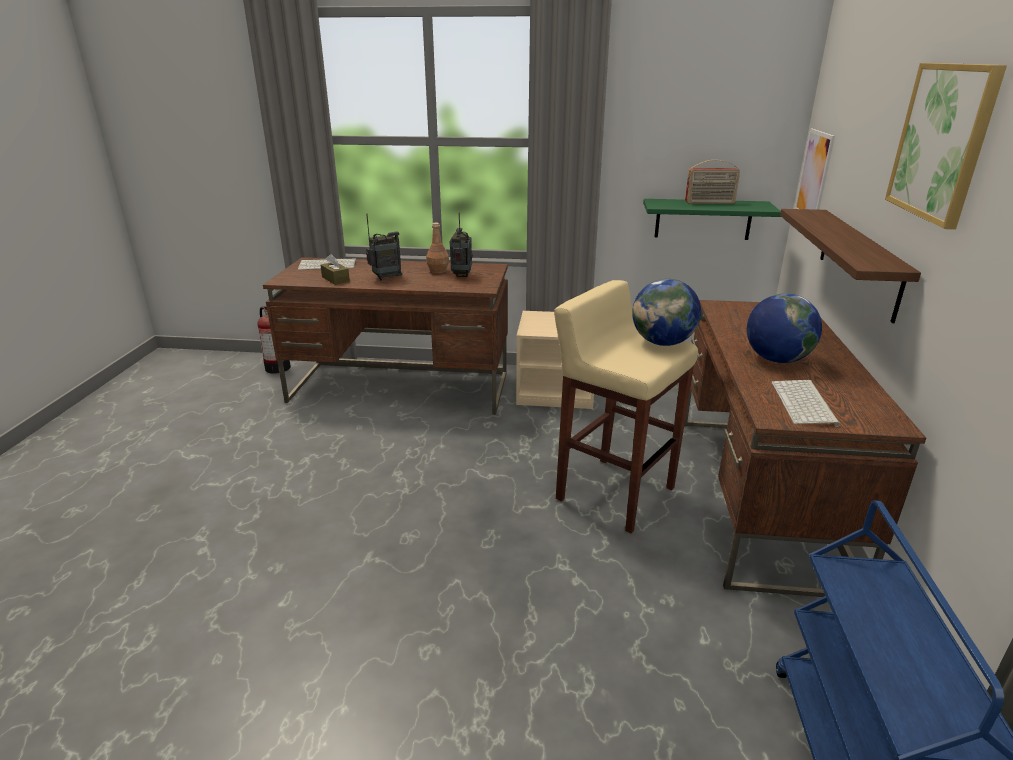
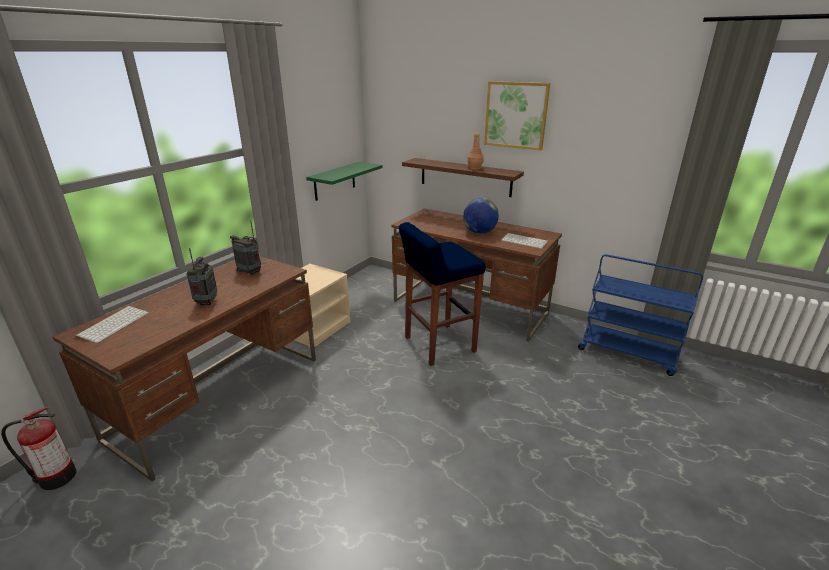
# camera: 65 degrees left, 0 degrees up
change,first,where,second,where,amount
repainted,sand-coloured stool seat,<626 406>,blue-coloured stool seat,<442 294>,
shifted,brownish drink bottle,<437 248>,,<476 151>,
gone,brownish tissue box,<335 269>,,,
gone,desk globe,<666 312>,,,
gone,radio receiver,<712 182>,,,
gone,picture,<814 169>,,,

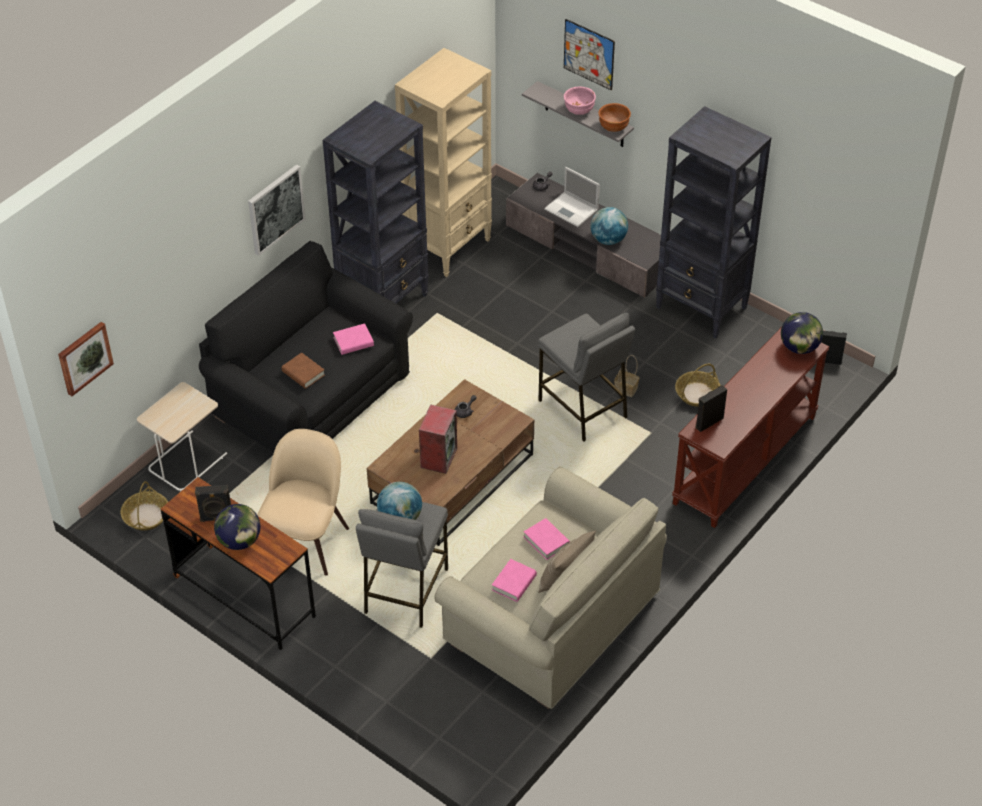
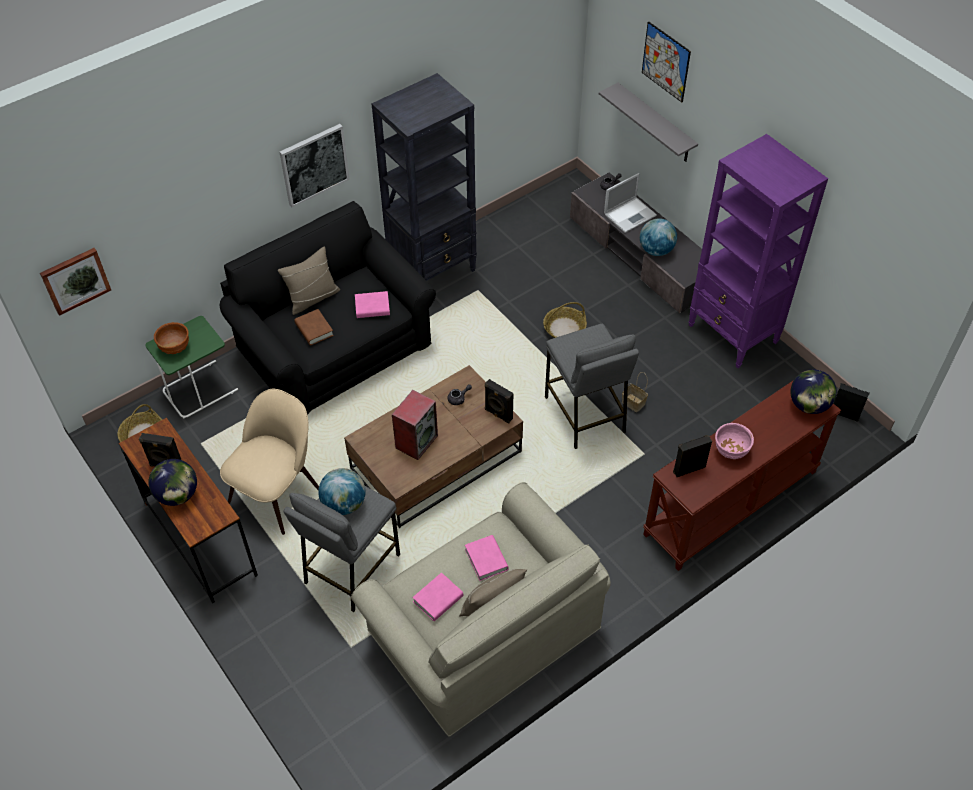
# camera: 15 degrees right, 5 degrees up
change,first,where,second,where,amount
repainted,sand-coloured side table,<182 436>,green side table,<191 367>,
shifted,brownish bowl,<614 117>,,<171 338>,
new,,,sand-coloured cushion,<309 280>,
new,,,blackish audio speaker,<499 401>,
shifted,basket,<698 385>,,<565 320>,
rotated,laptop,<572 197>,,<630 203>,90 degrees counterclockwise
repainted,blackish shelving unit,<714 222>,purplish shelving unit,<758 251>,
shifted,pink-coloured bowl,<580 101>,,<734 441>,
gone,sand-coloured shelving unit,<443 162>,,,

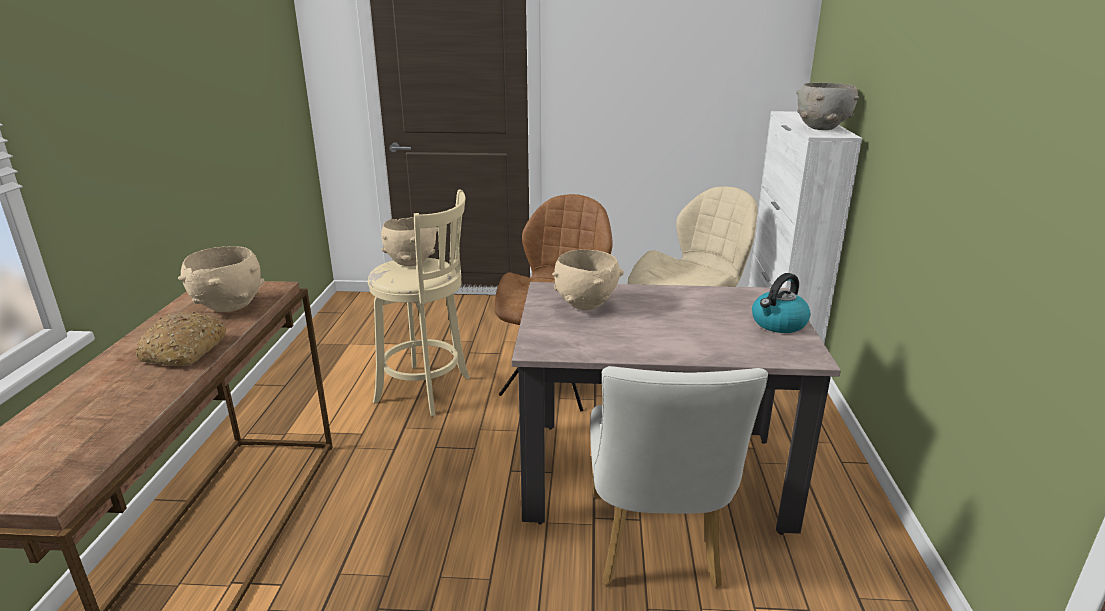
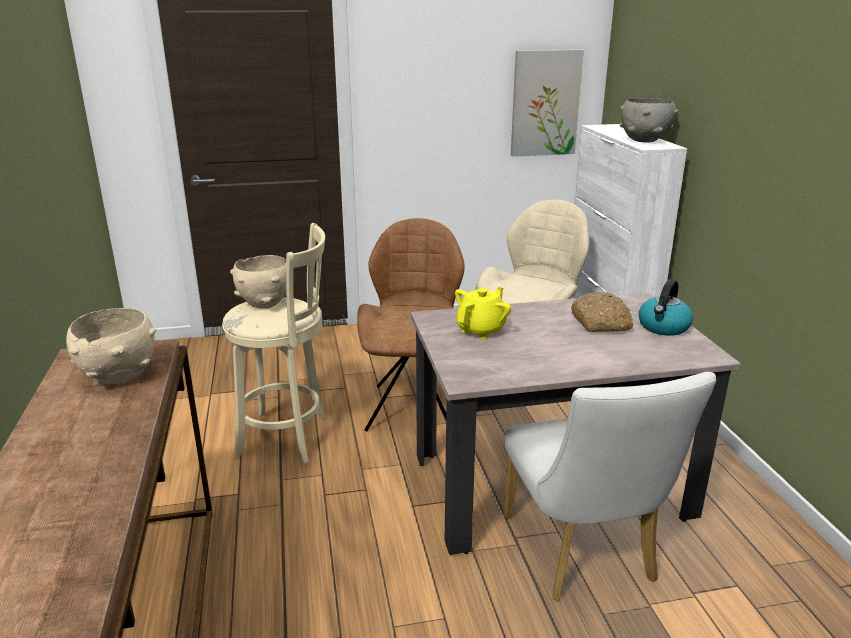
# camera: 15 degrees left, 0 degrees up
change,first,where,second,where,amount
swapped,sand-coloured bowl,<588 280>,yellowish tea pot,<483 313>,
new,,,picture,<547 103>,
shifted,bakery bread,<181 339>,,<602 312>,

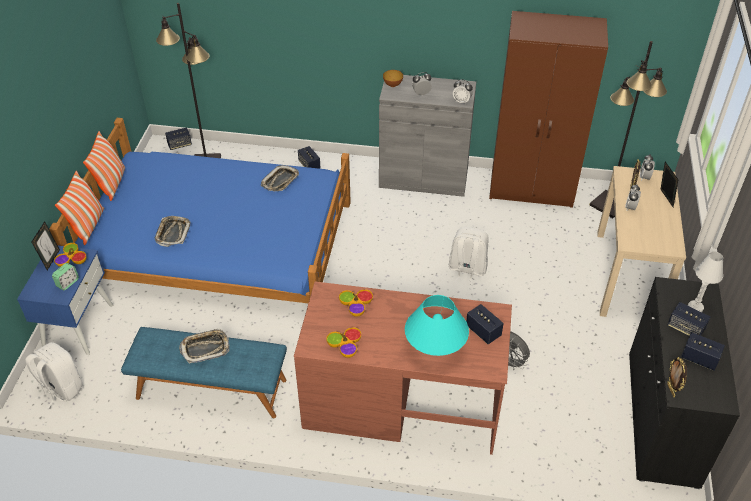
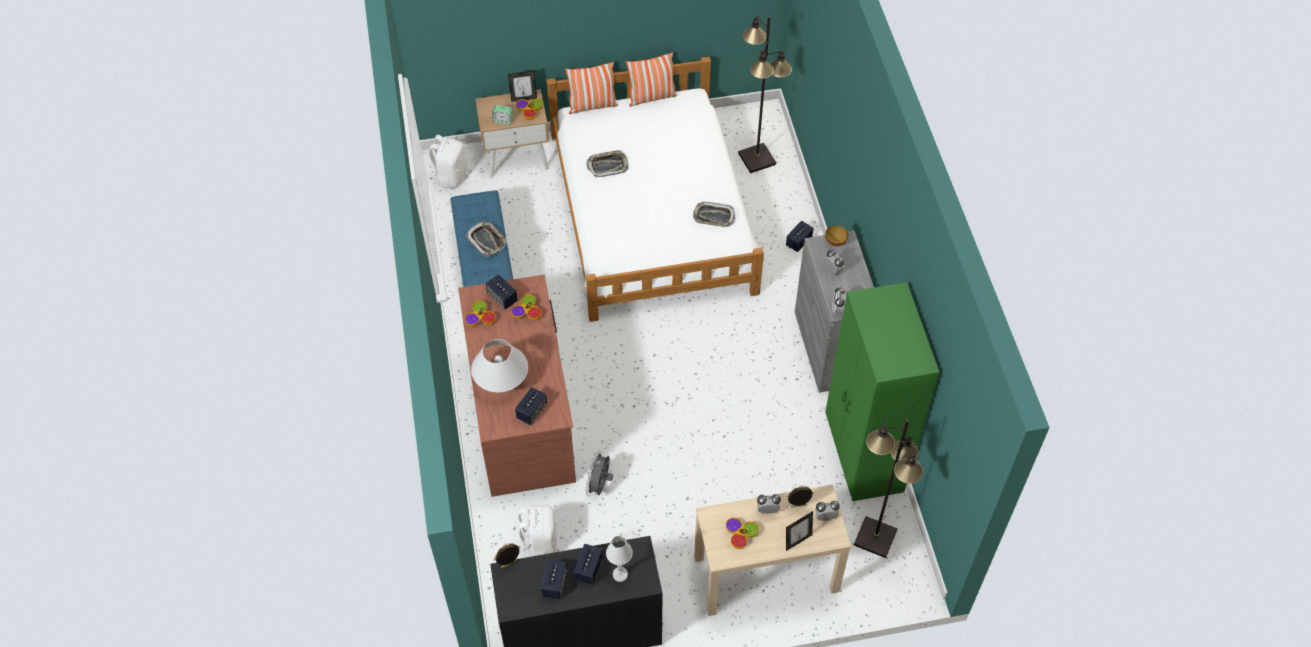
# camera: 70 degrees right, 10 degrees up
change,first,where,second,where,amount
repainted,turquoise-coloured table lamp,<437 325>,white table lamp,<499 365>,
repainted,blue-coloured night table,<65 300>,sand-coloured night table,<512 133>,
shifted,audio speaker,<178 139>,,<502 291>,
shifted,white rucksack,<469 256>,,<536 531>,
repainted,blue-coloured sleeping bed,<200 210>,white sleeping bed,<656 189>,
new,,,bowl,<742 533>,
repainted,brownish clothes cupboard,<548 109>,green clothes cupboard,<882 391>,

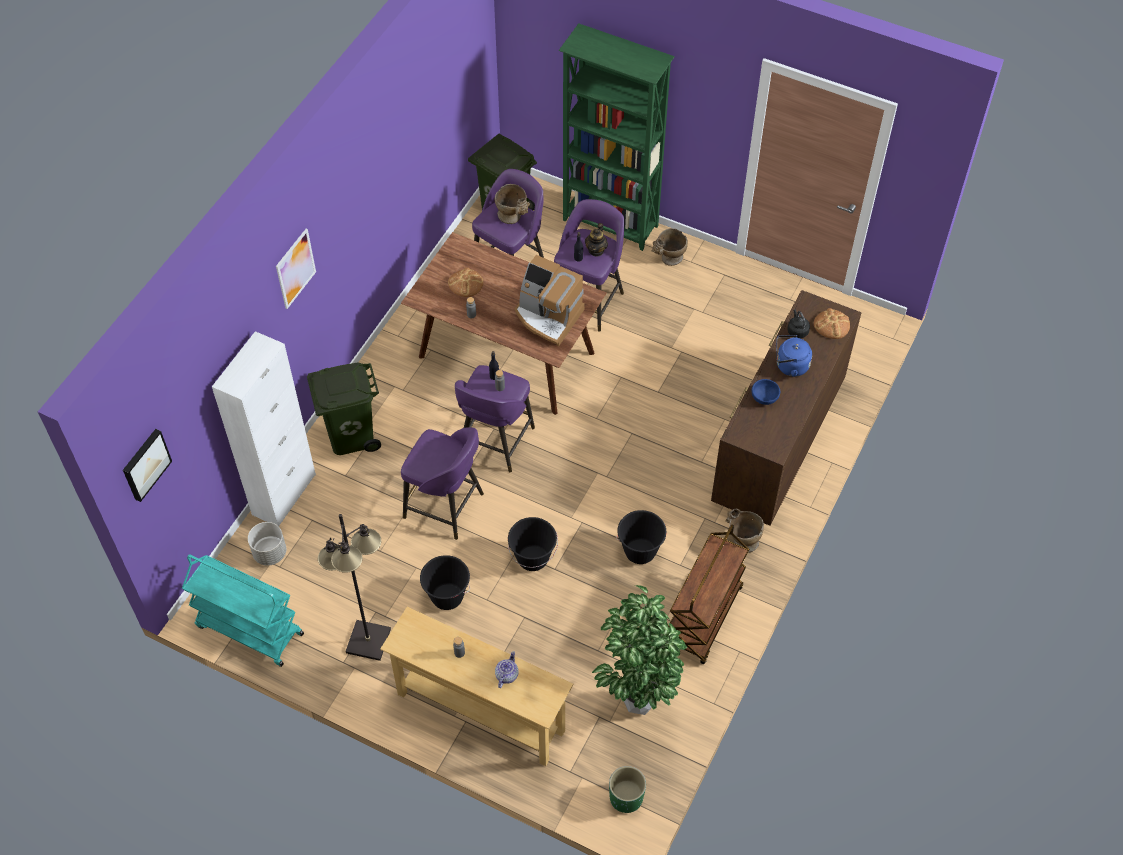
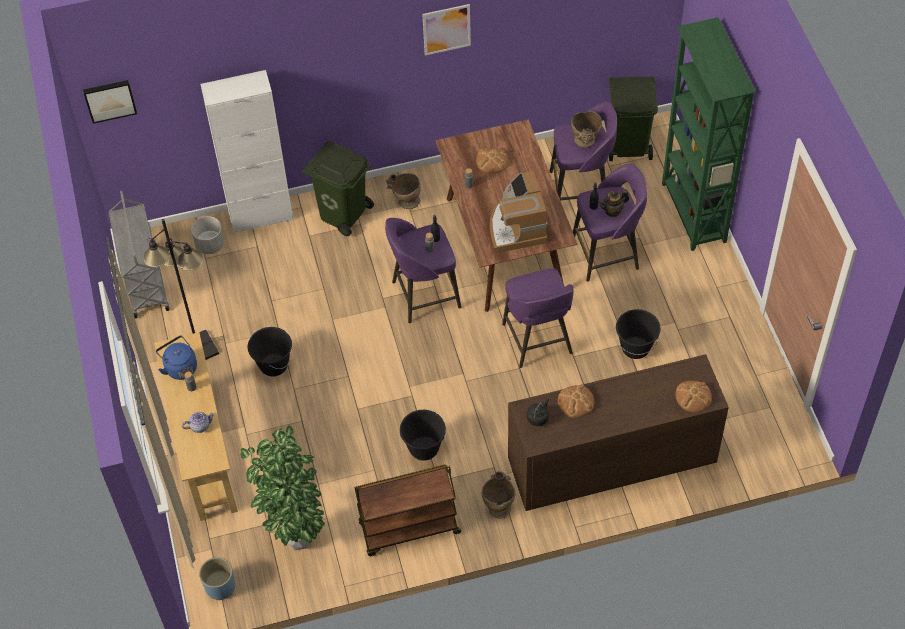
# camera: 50 degrees right, 0 degrees up
change,first,where,second,where,amount
repainted,turquoise-coloured wheeled cart,<243 610>,gray wheeled cart,<139 254>,
shifted,blue-coloured kettle,<794 356>,,<176 358>,
repainted,green planter,<627 789>,blue-coloured planter,<217 578>,
shifted,sand-coloured flower vase,<670 247>,,<403 191>,
shifted,picture,<296 268>,,<446 29>,
shifted,purplish stool seat,<442 483>,,<538 318>,
shifted,blackish kettle,<798 323>,,<538 412>,
swapped,blue-coloured bowl,<765 392>,bakery bread,<576 401>,
shifted,blackish bucket,<533 544>,,<637 334>,

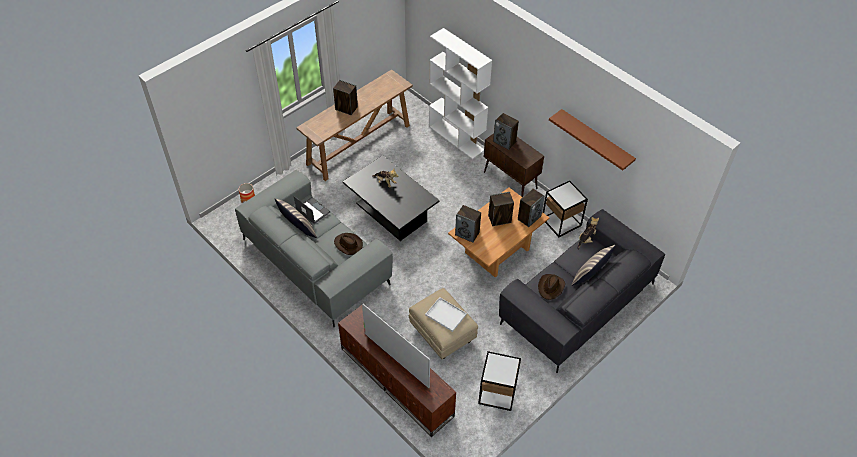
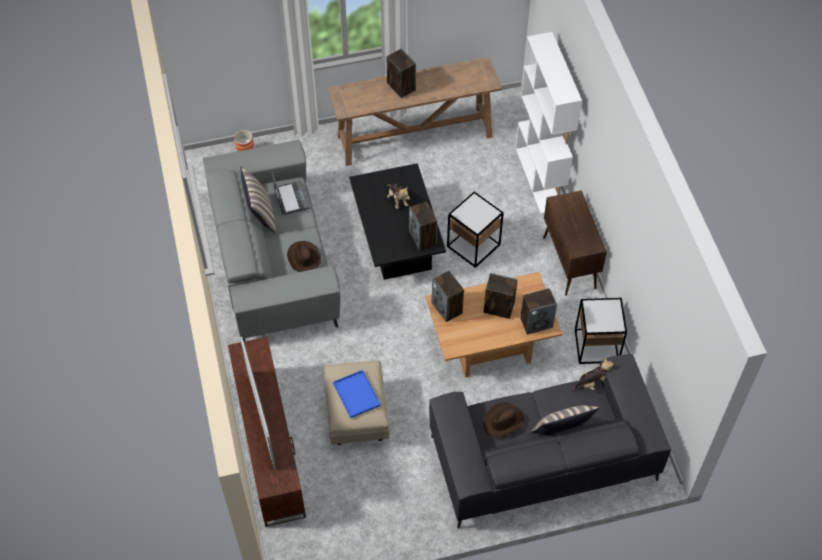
# camera: 30 degrees right, 5 degrees up
change,first,where,second,where,amount
repainted,white carrying tray,<446 314>,blue-coloured carrying tray,<357 394>,
shifted,audio speaker,<506 131>,,<423 226>,
shifted,side table,<499 381>,,<475 230>,
gone,brownish wall shelf,<592 140>,,,

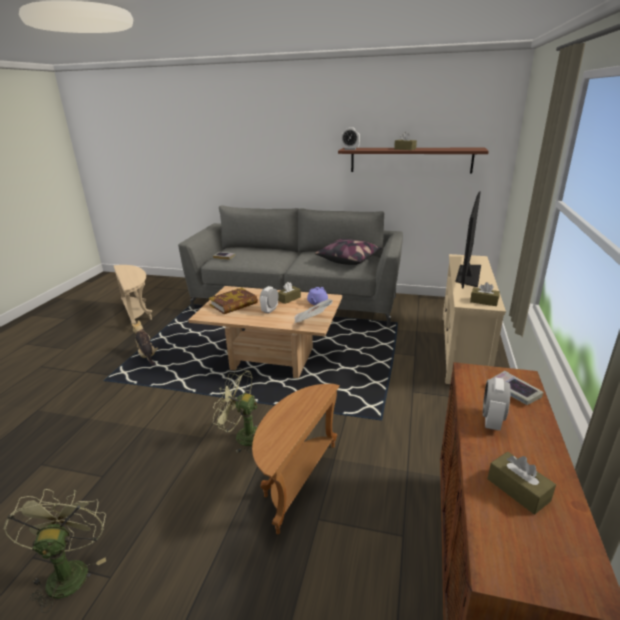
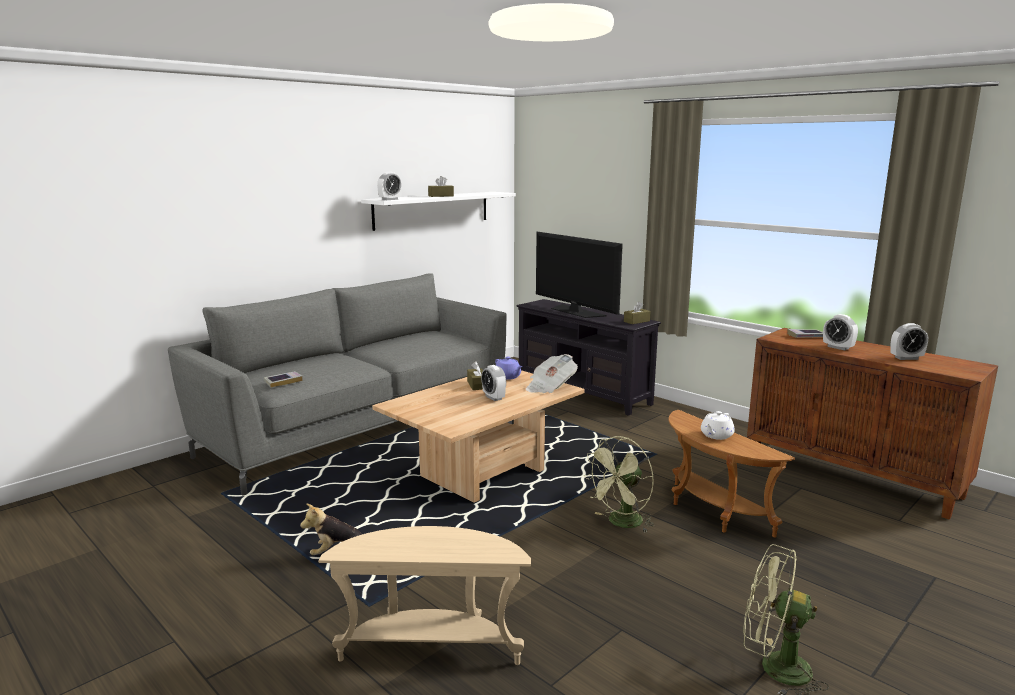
# camera: 60 degrees left, 10 degrees down
change,first,where,second,where,amount
shifted,sand-coloured side table,<133 294>,,<424 595>,
repainted,brownish wall shelf,<413 161>,white wall shelf,<438 211>,
repainted,sand-coloured tv stand,<474 319>,blackish tv stand,<589 357>,
new,,,white tea pot,<718 425>,
swapped,brownish tissue box,<521 483>,table clock,<909 341>,
gone,book,<233 301>,,,
gone,cushion,<348 252>,,,

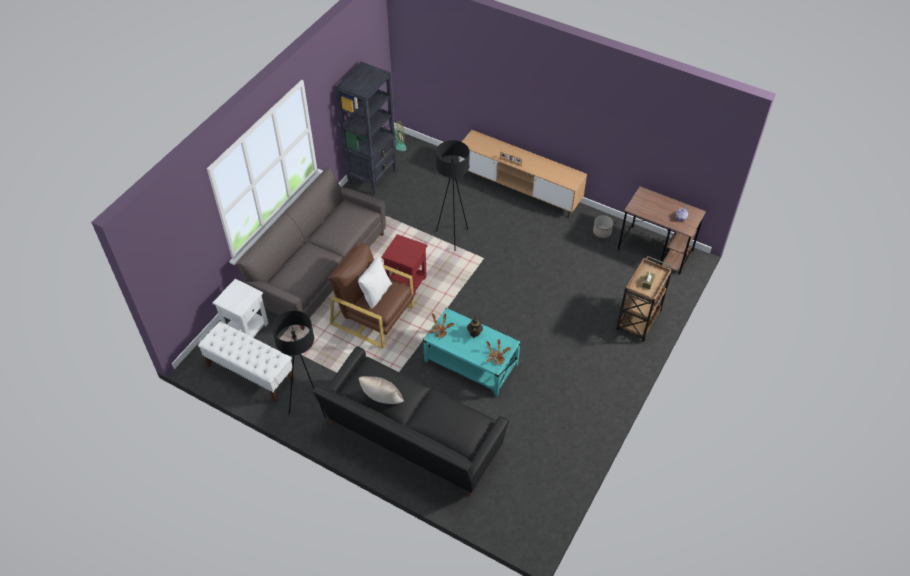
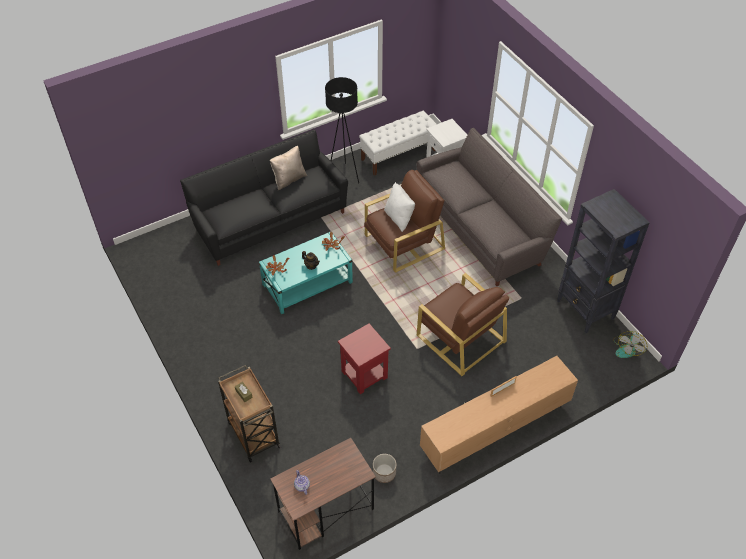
# camera: 120 degrees right, 0 degrees up
change,first,where,second,where,amount
shifted,red side table,<404 265>,,<364 358>,
swapped,blackish standing lamp,<453 195>,brownish easy chair,<463 324>,

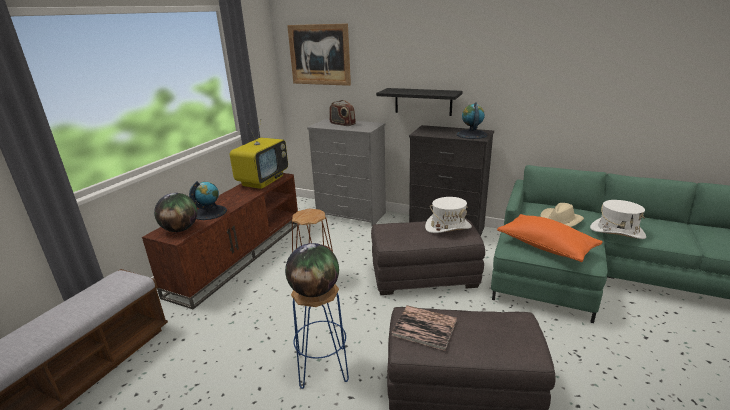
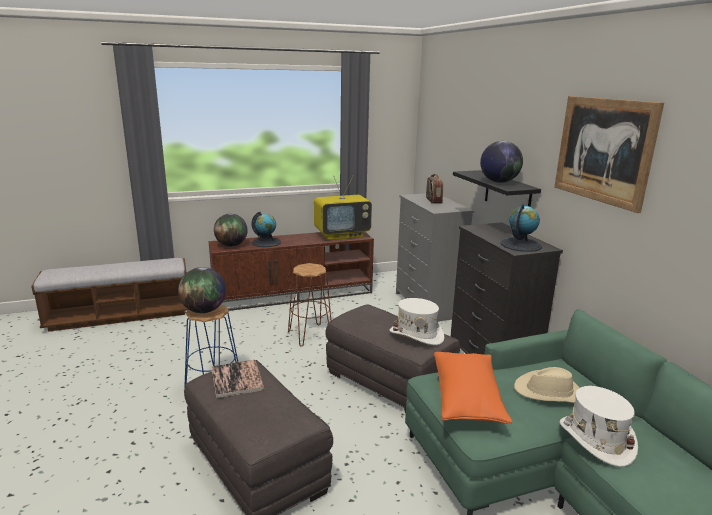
# camera: 45 degrees right, 5 degrees down
change,first,where,second,where,amount
new,,,desk globe,<501 162>,
shifted,picture,<319 54>,,<609 154>,

